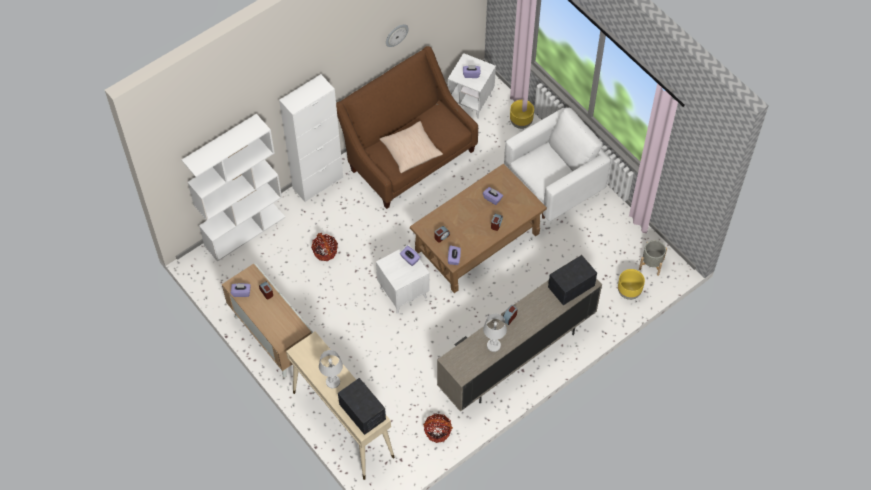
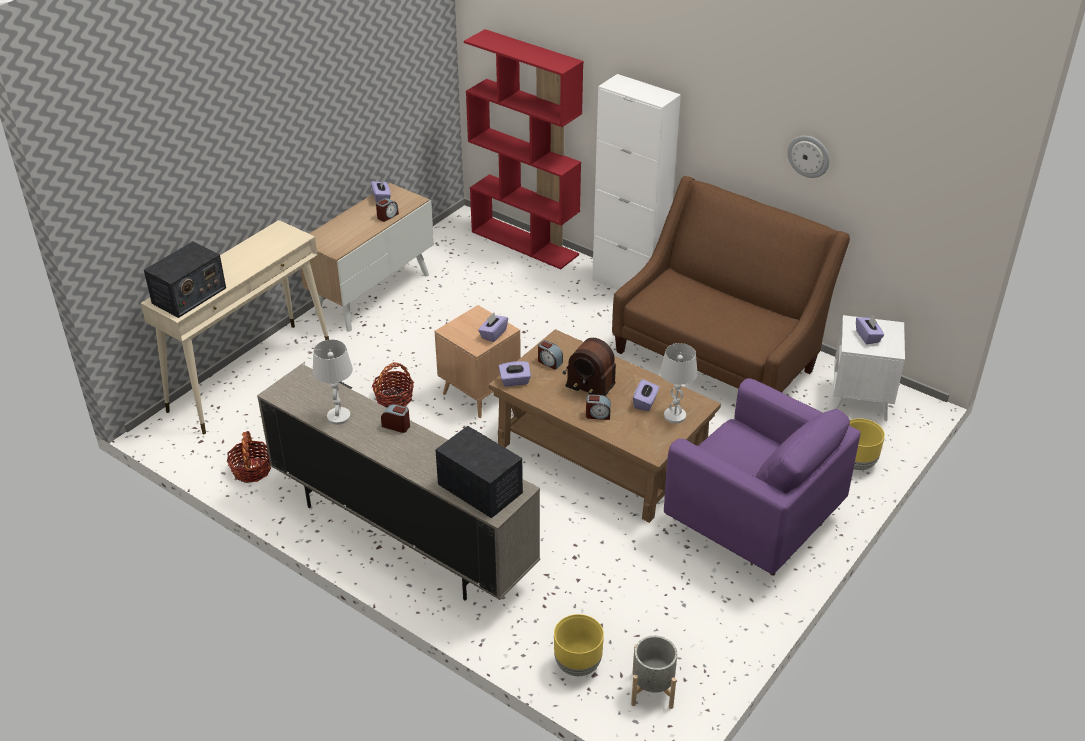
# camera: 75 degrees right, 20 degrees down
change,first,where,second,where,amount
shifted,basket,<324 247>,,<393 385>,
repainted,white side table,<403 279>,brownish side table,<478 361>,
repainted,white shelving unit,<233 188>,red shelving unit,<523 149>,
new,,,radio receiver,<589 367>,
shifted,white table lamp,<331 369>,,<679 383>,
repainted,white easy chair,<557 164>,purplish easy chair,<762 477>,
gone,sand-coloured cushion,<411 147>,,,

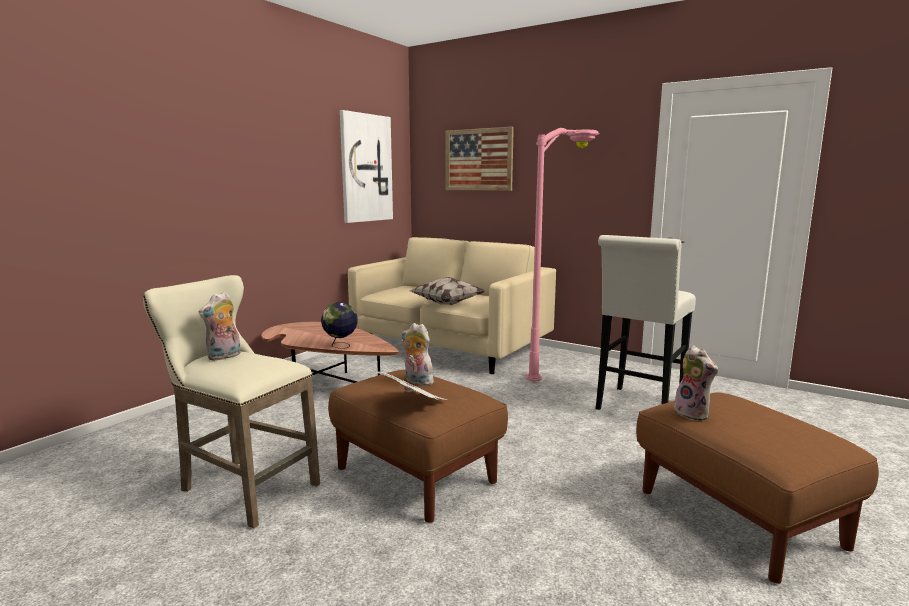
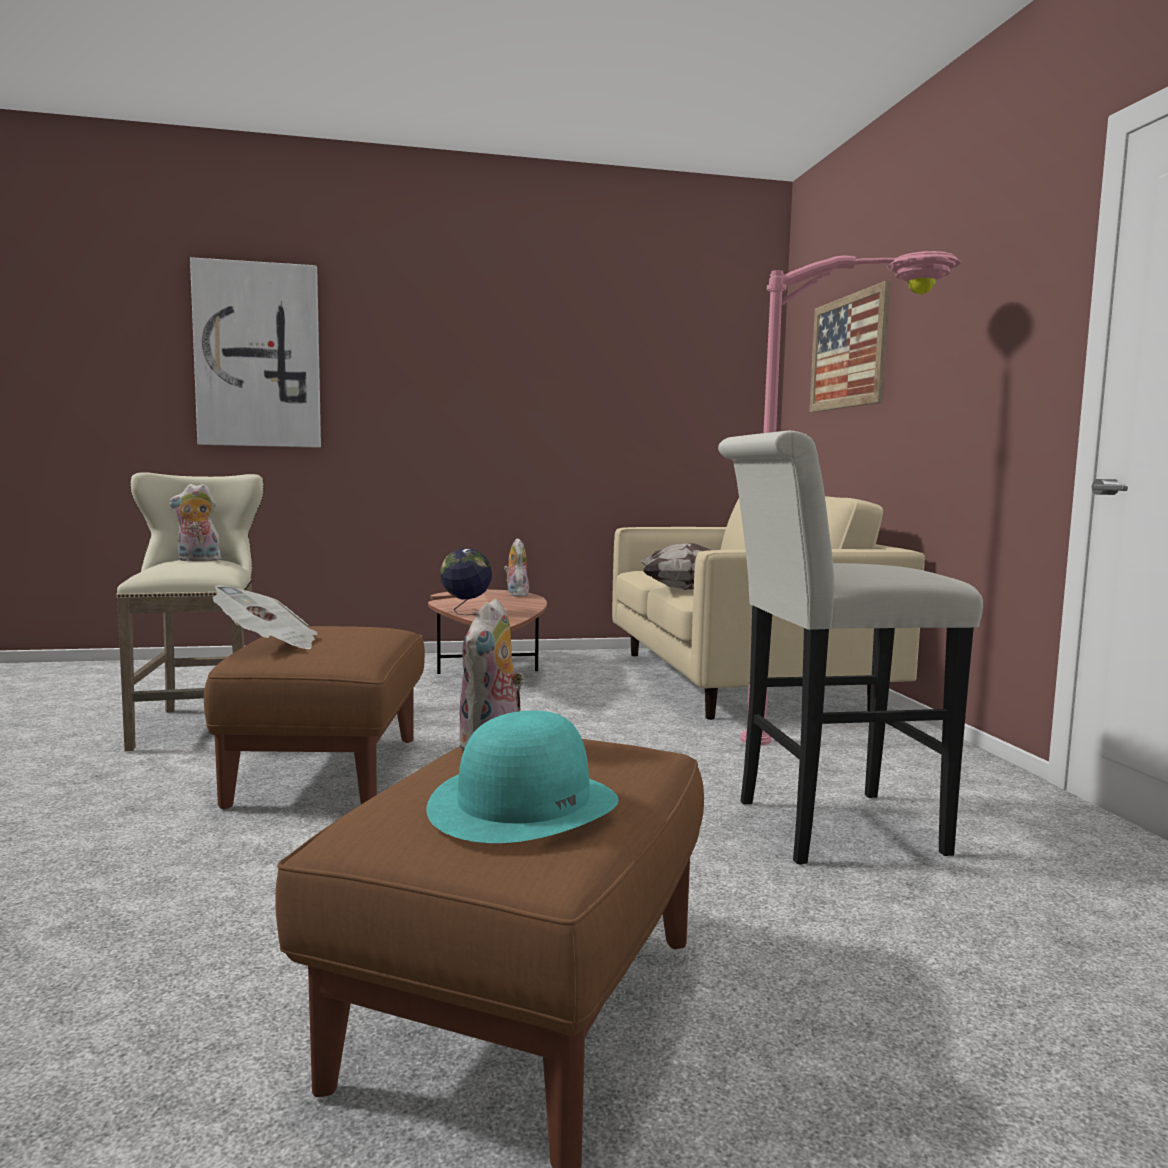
# camera: 45 degrees right, 5 degrees down
change,first,where,second,where,amount
shifted,picture,<366 166>,,<255 352>,
new,,,turquoise-coloured wearable hat,<523 776>,
shifted,cuddly toy,<418 354>,,<516 567>,

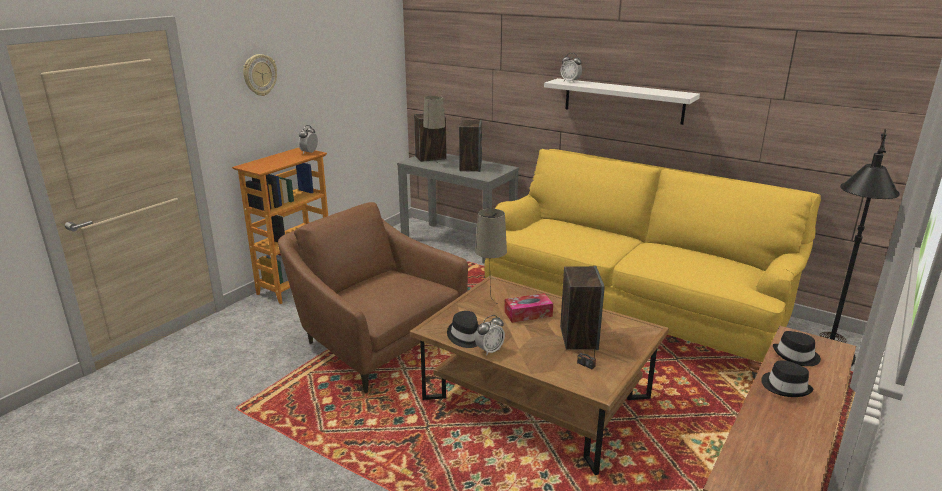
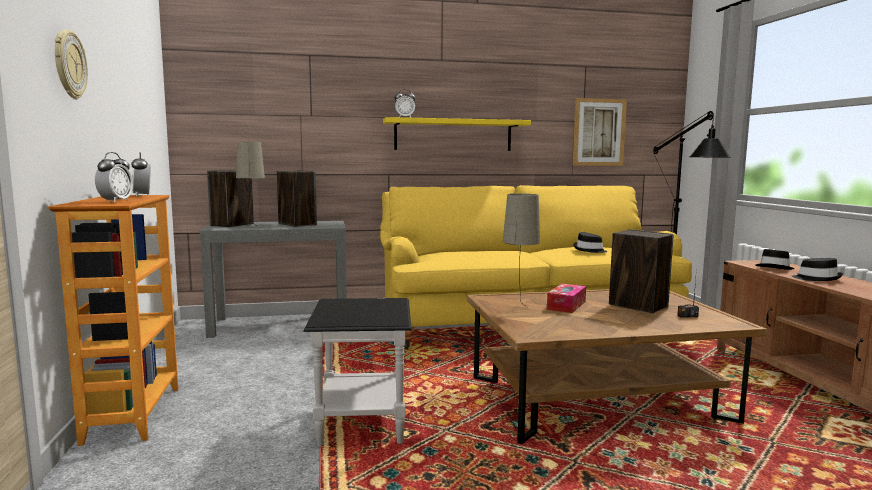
# camera: 45 degrees left, 15 degrees down
change,first,where,second,where,amount
shifted,table clock,<490 335>,,<114 177>,
swapped,brownish easy chair,<373 297>,blackish side table,<357 372>,
repainted,white wall shelf,<622 101>,yellowish wall shelf,<457 134>,
new,,,picture,<600 132>,
shifted,blackish wearable hat,<463 329>,,<590 242>,

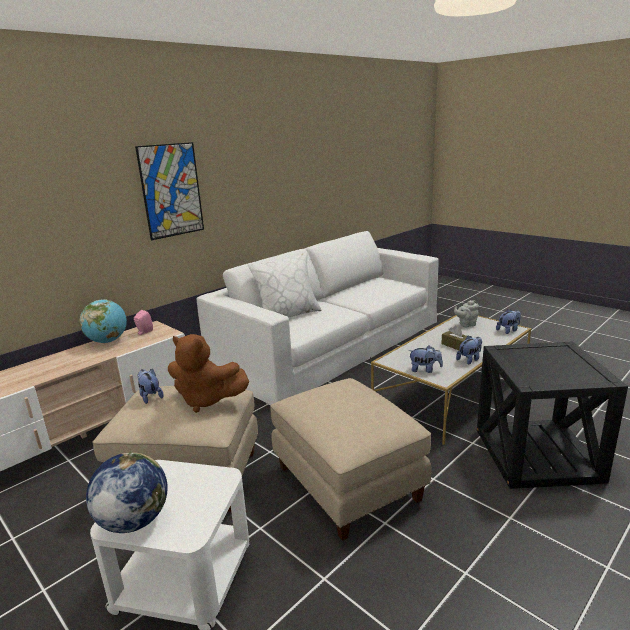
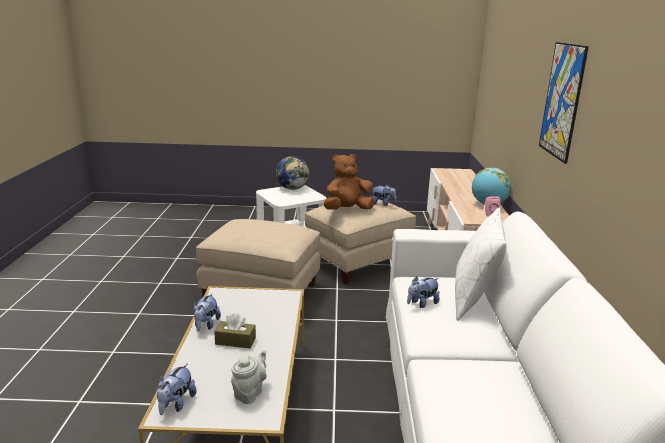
# camera: 135 degrees right, 0 degrees up
change,first,where,second,where,amount
shifted,cuddly toy,<426 359>,,<423 292>,
gone,blackish side table,<552 415>,,,

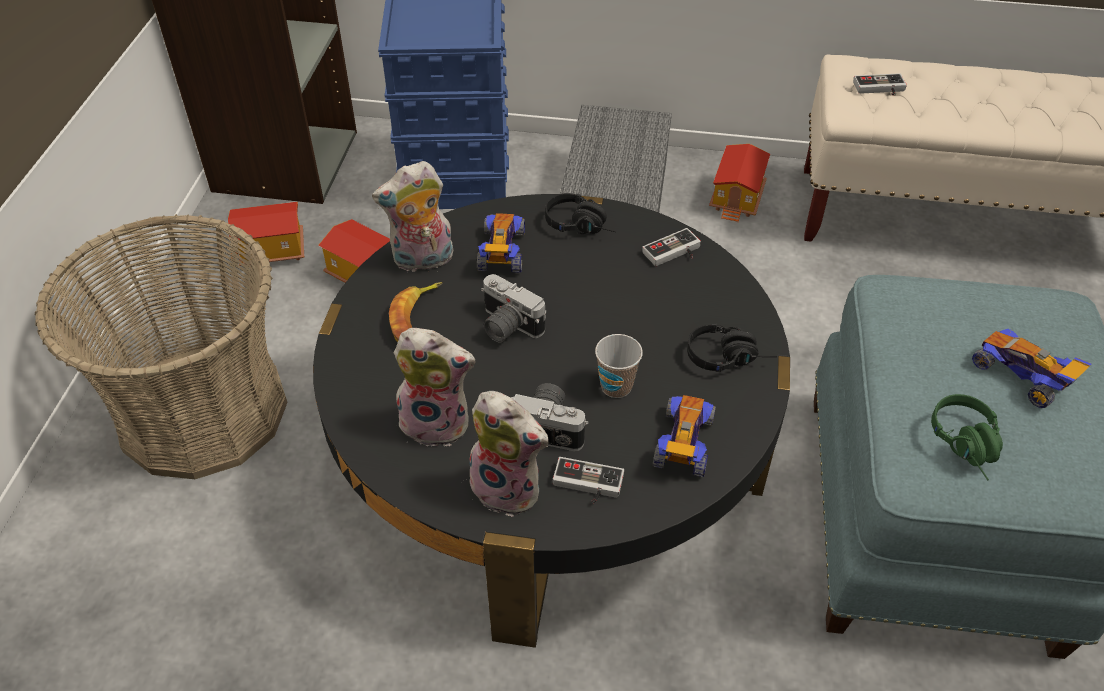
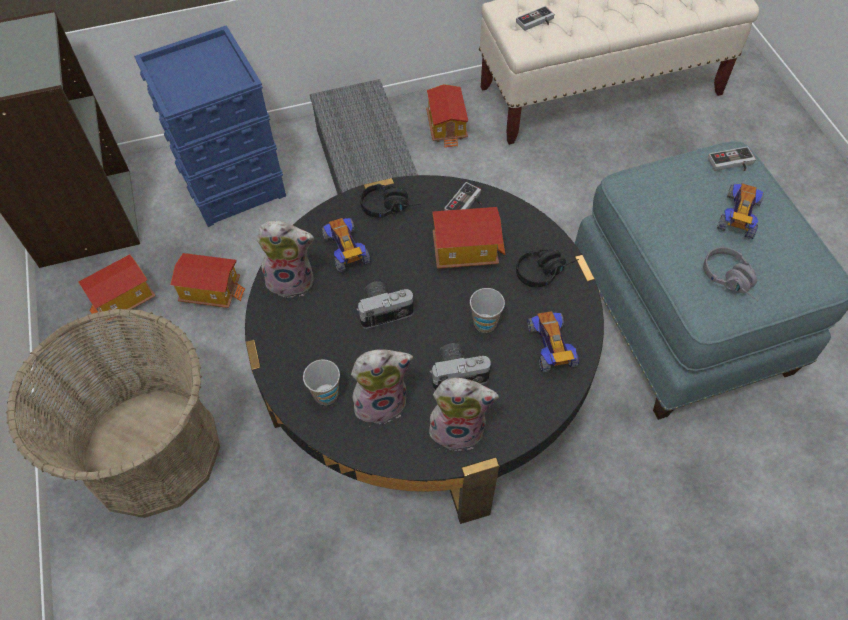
# camera: 25 degrees left, 10 degrees up
change,first,where,second,where,amount
rotated,cuddly toy,<412 216>,,<285 259>,135 degrees counterclockwise
new,,,small cup,<321 382>,
rotated,photo camera,<513 308>,,<385 305>,150 degrees clockwise
new,,,toy house,<469 238>,
repainted,green pair of headphones,<967 437>,gray pair of headphones,<730 274>,
shifted,game controller,<588 480>,,<732 158>,
rotated,miniature car,<1031 368>,,<740 211>,90 degrees clockwise
gone,whole banana,<416 312>,,,

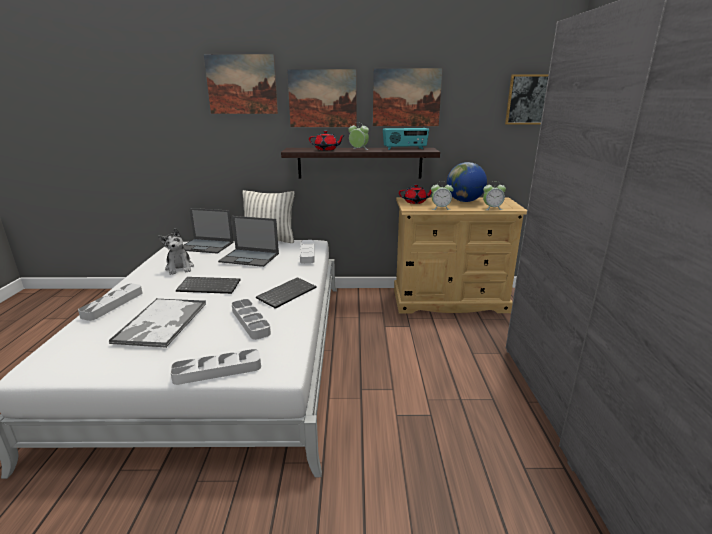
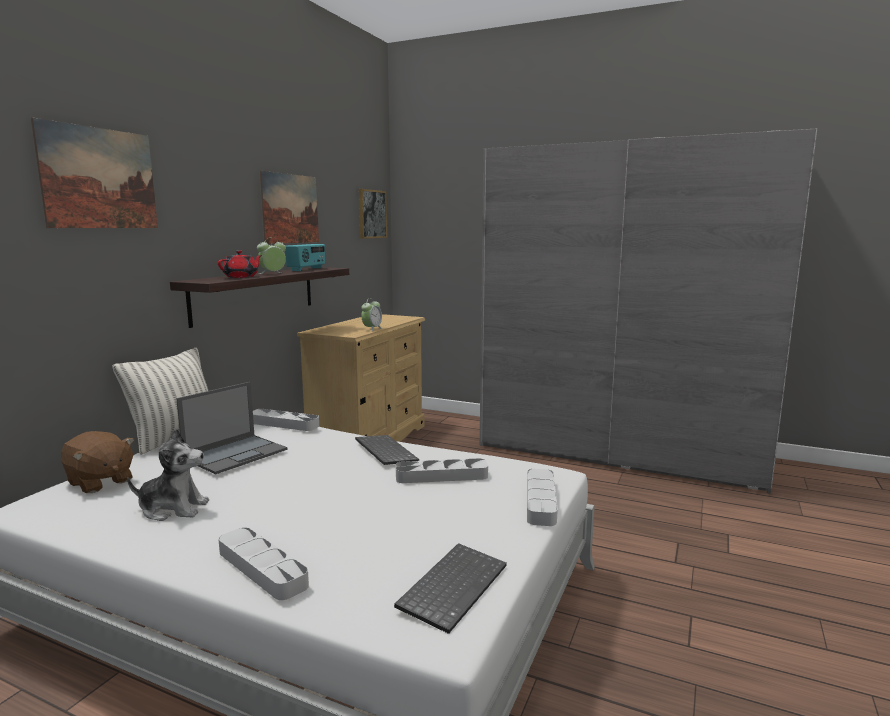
# camera: 65 degrees left, 10 degrees down
change,first,where,second,where,amount
swapped,laptop,<208 231>,brownish cuddly toy,<97 462>,
shifted,keyboard,<208 285>,,<450 588>,
gone,carrying tray,<157 323>,,,
gone,picture,<321 98>,,,
gone,red tea pot,<415 194>,,,
gone,desk globe,<467 182>,,,
gone,table clock,<494 195>,,,

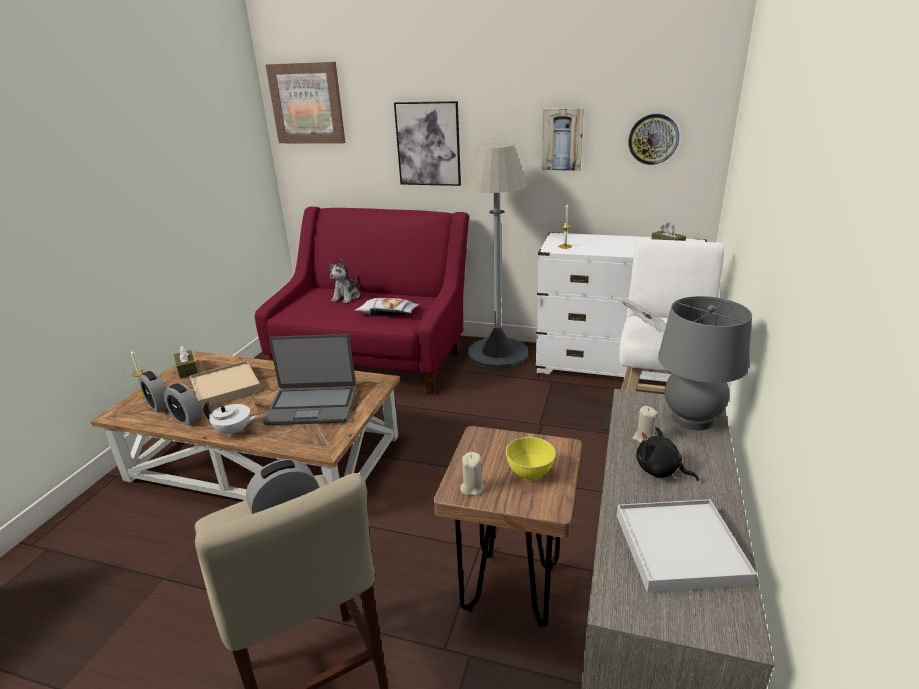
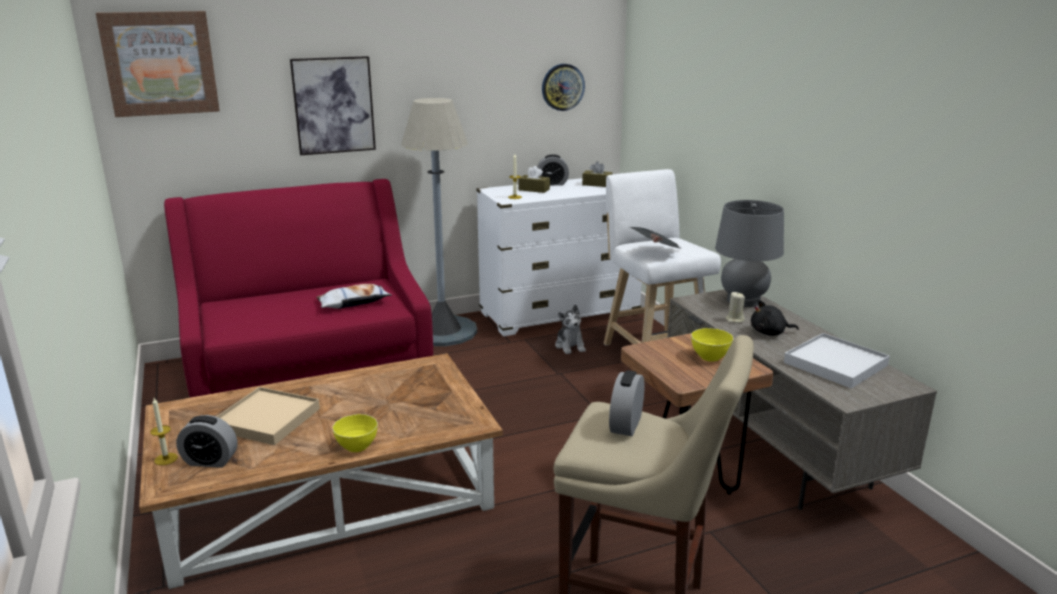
# camera: 40 degrees left, 5 degrees down
change,first,where,second,where,amount
swapped,white tea pot,<231 419>,yellowish bowl,<355 433>,
shifted,brownish tissue box,<186 362>,,<534 179>,
shifted,table clock,<183 404>,,<553 170>,
shifted,cuddly toy,<344 281>,,<570 329>,
gone,laptop,<309 379>,,,
gone,sand-coloured wax candle,<472 474>,,,
gone,picture,<563 139>,,,

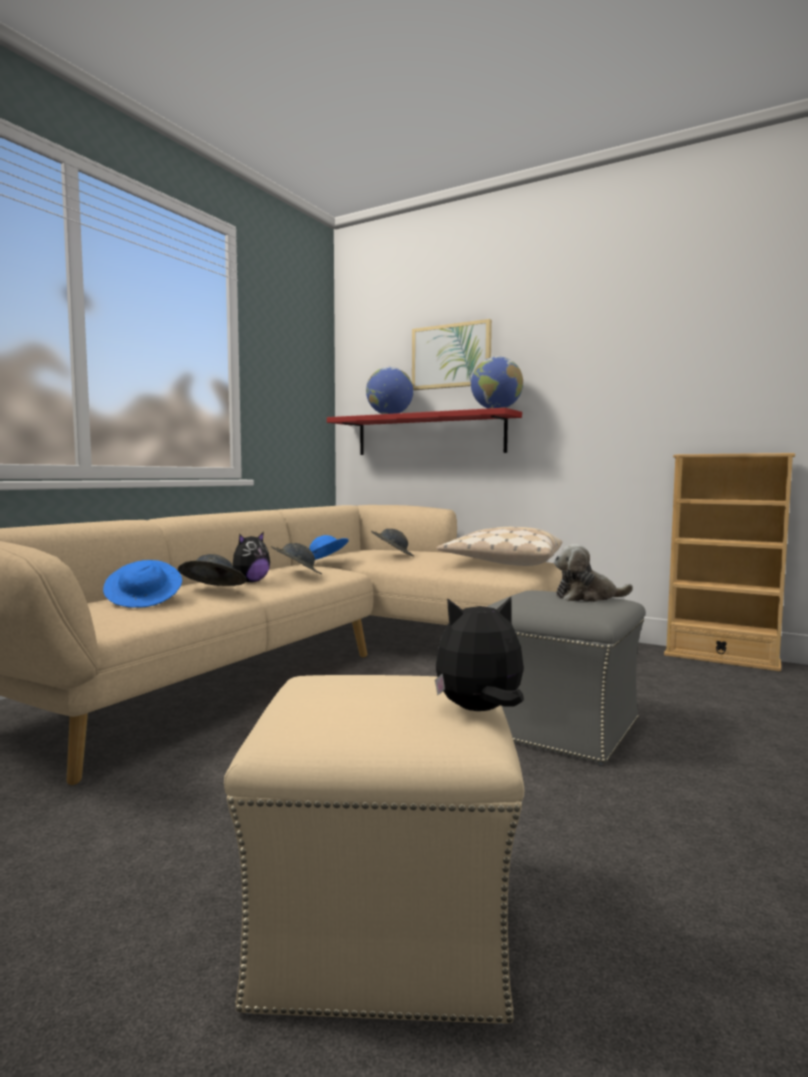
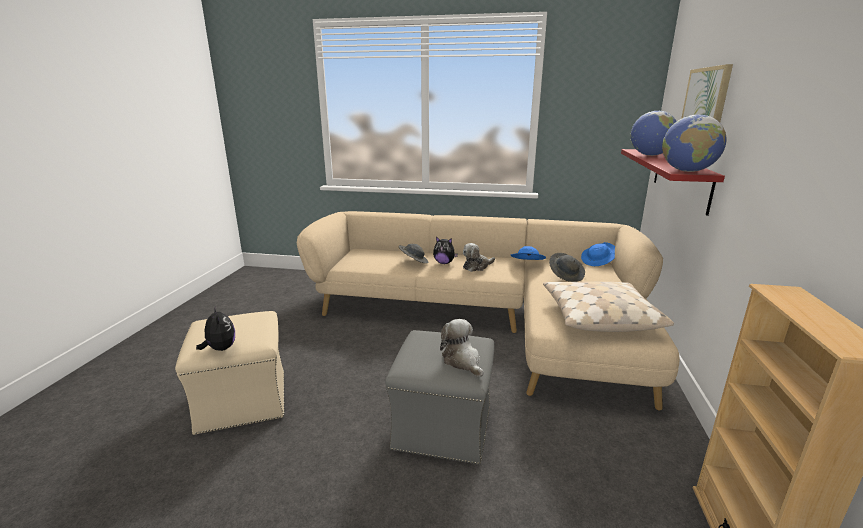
# camera: 70 degrees right, 15 degrees up
change,first,where,second,where,amount
swapped,gray wearable hat,<296 558>,cuddly toy,<479 257>,
shifted,blue-coloured wearable hat,<142 584>,,<598 254>,

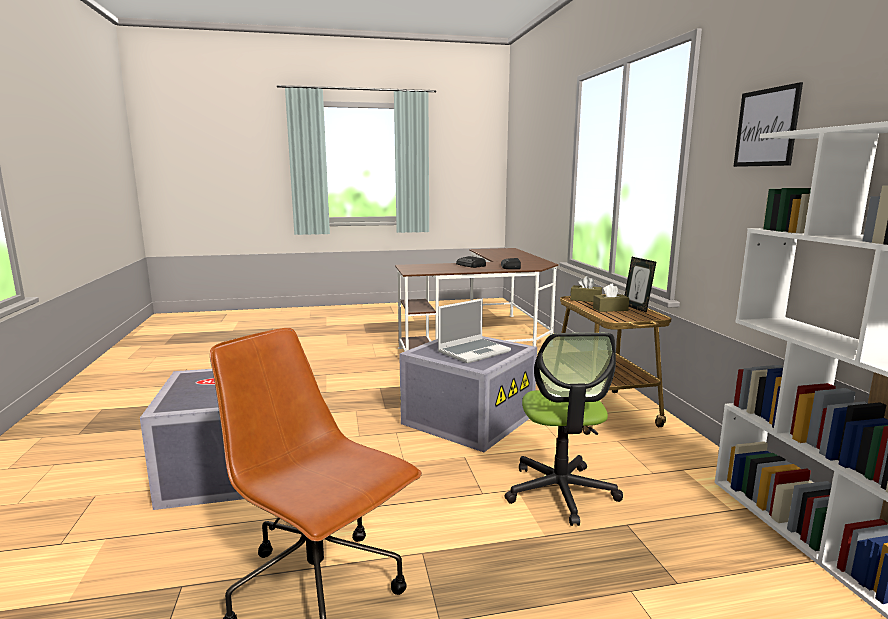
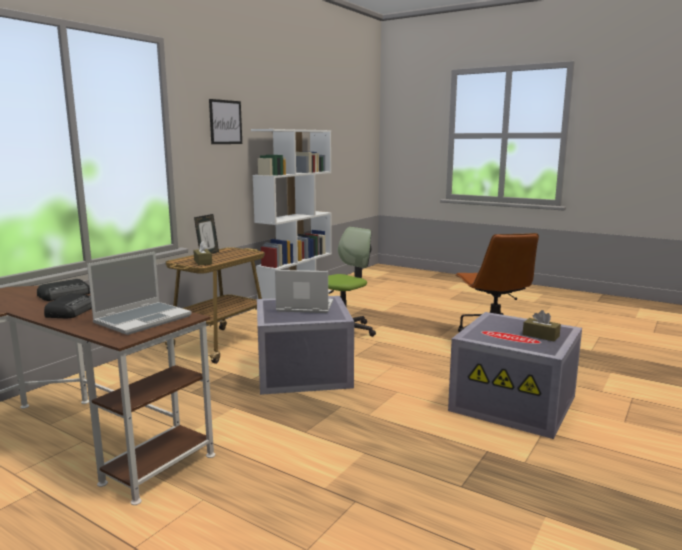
# camera: 135 degrees left, 0 degrees up
change,first,where,second,where,amount
new,,,laptop,<139 293>,
shifted,brownish tissue box,<611 298>,,<542 325>,

